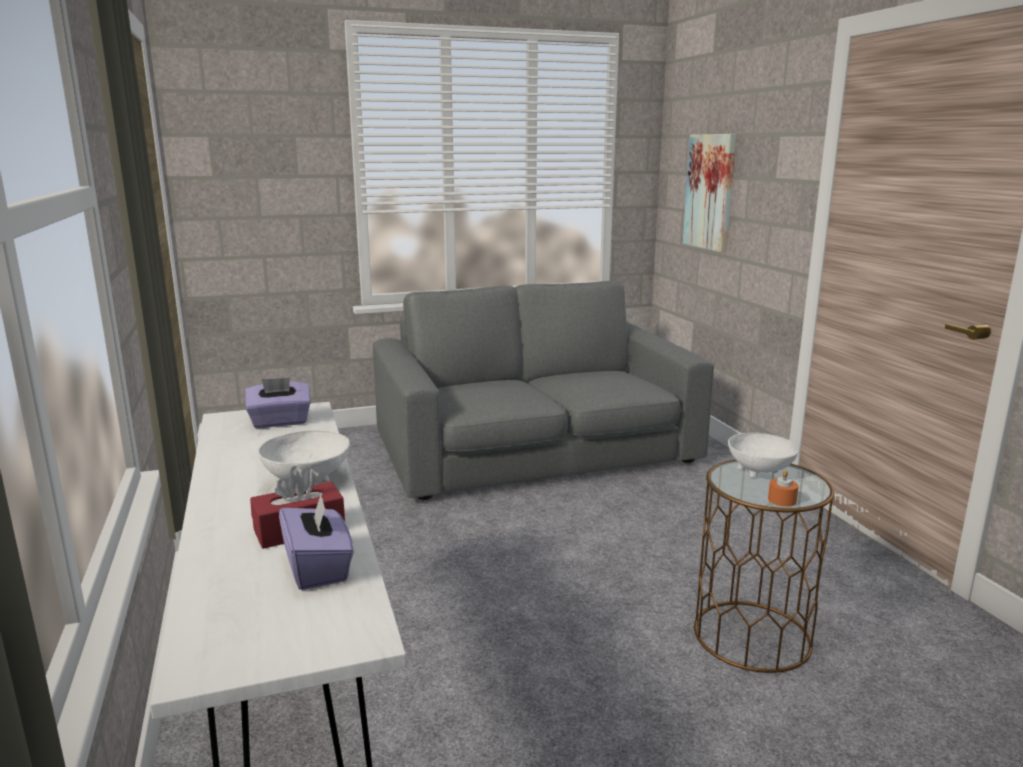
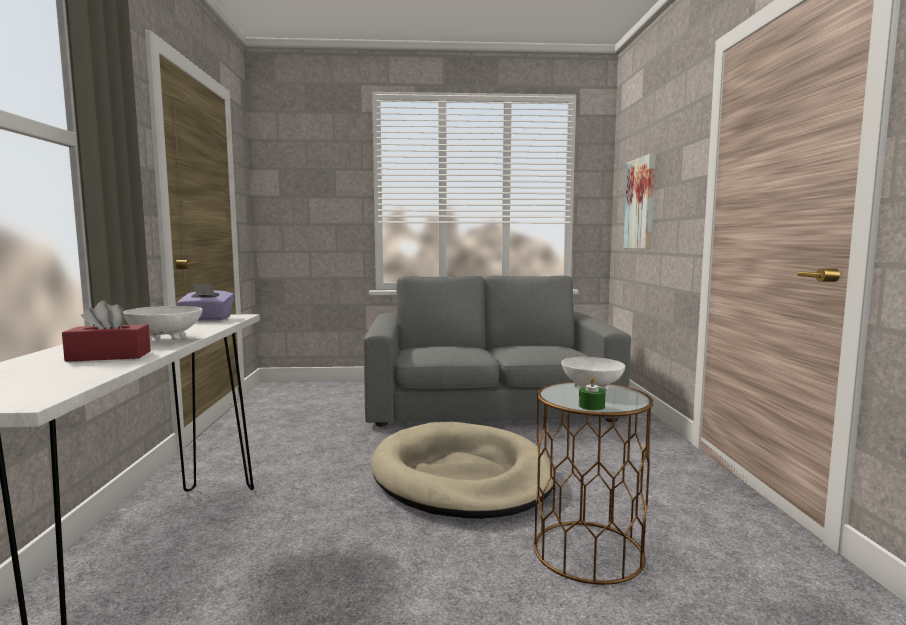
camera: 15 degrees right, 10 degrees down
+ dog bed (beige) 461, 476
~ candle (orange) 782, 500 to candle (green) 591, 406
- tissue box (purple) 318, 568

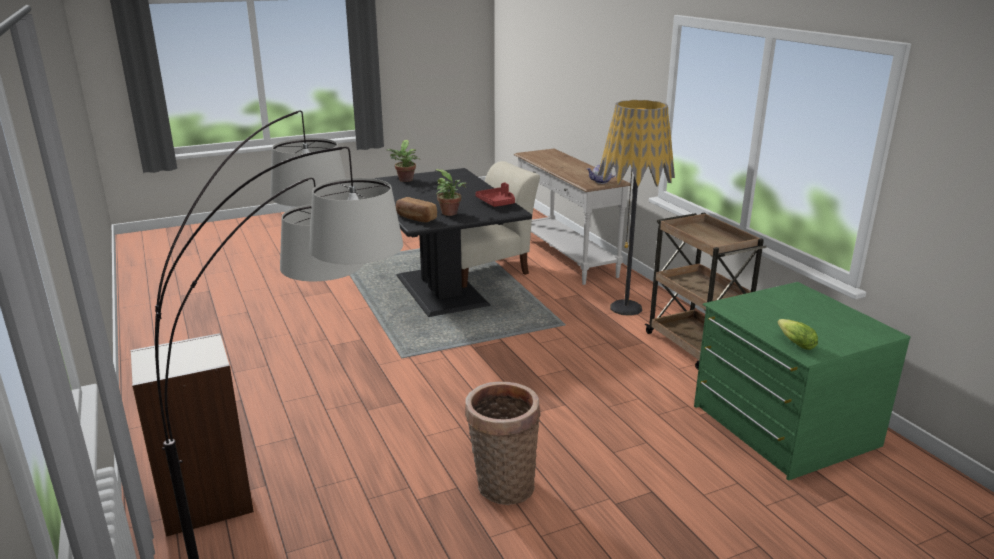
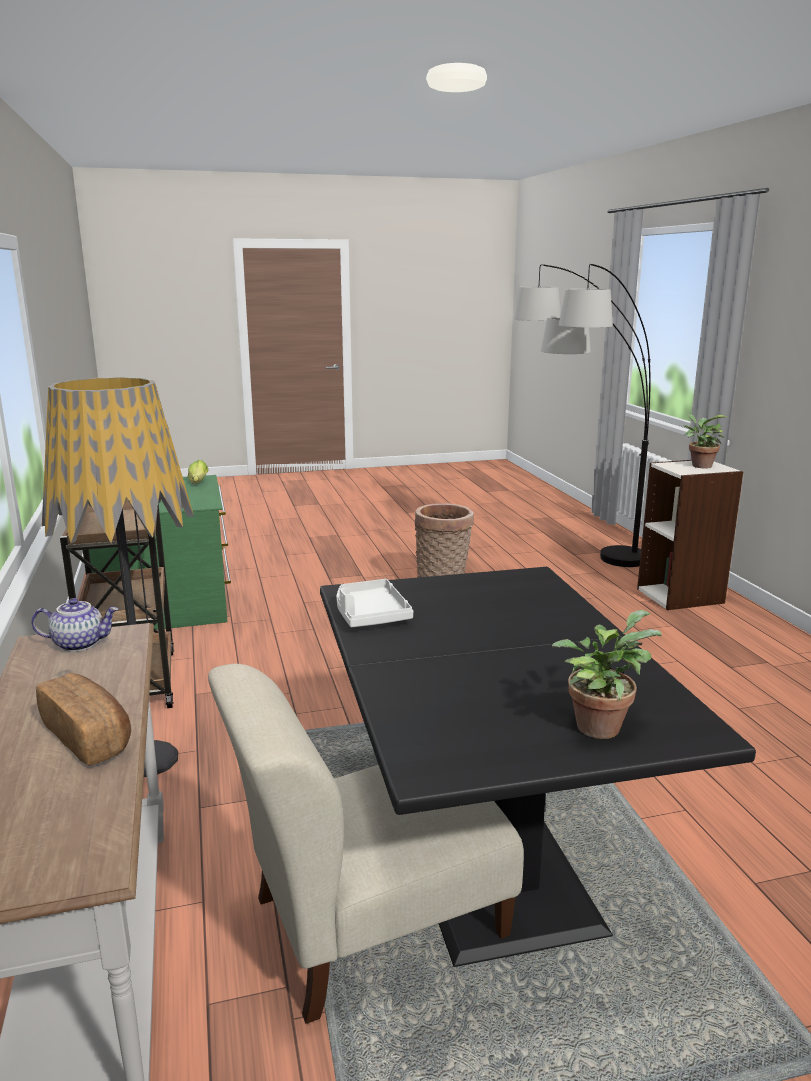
camera: 170 degrees left, 5 degrees down
~ bread 415, 218 to 88, 736
~ tray (red) 497, 203 to tray (white) 370, 615
~ potted plant 451, 213 to 699, 465

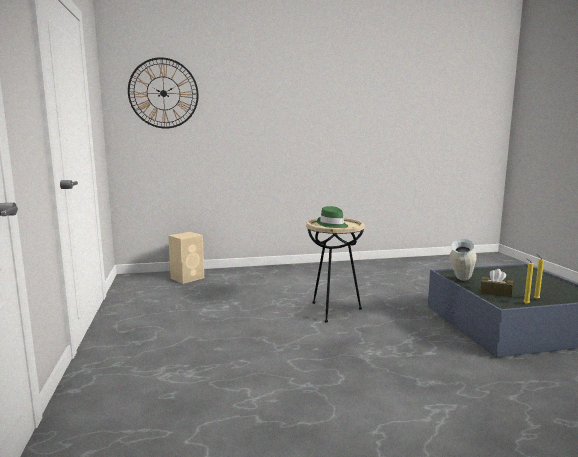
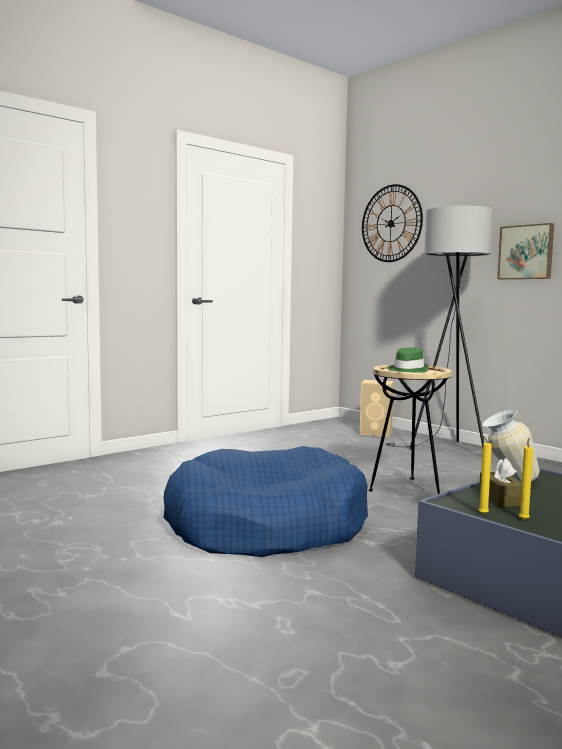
camera: 60 degrees right, 5 degrees down
+ dog bed (blue) 266, 526
+ floor lamp (grey) 445, 449
+ picture 526, 252

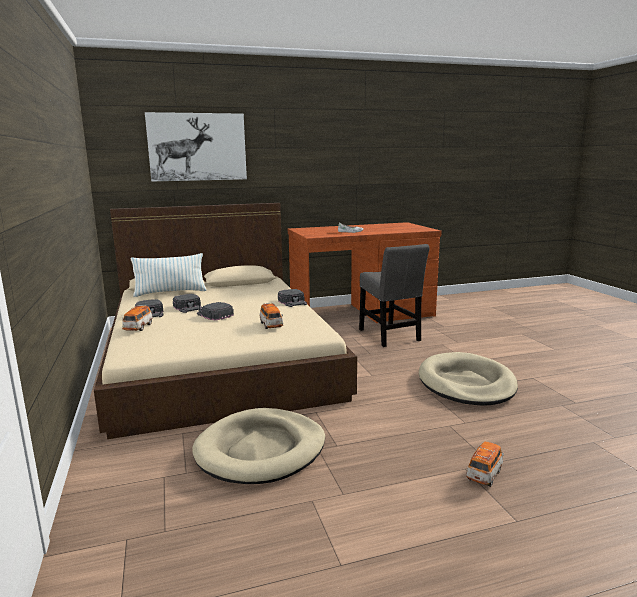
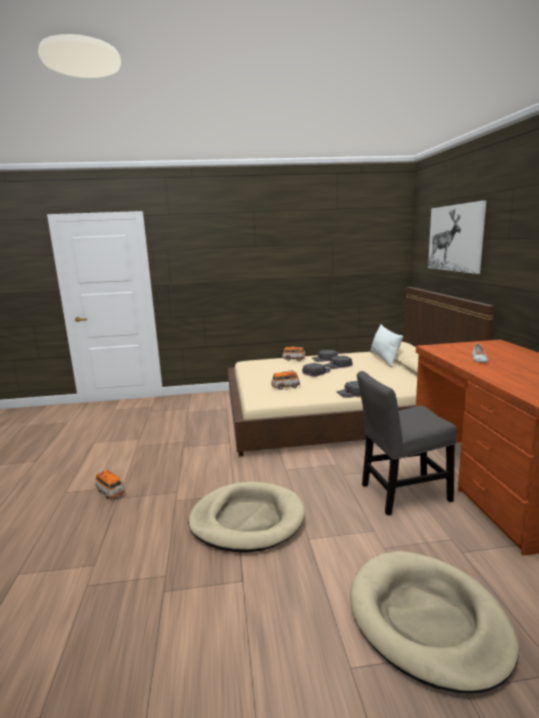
camera: 100 degrees right, 0 degrees up
~ dog bed (beige) 261, 450 to 427, 620

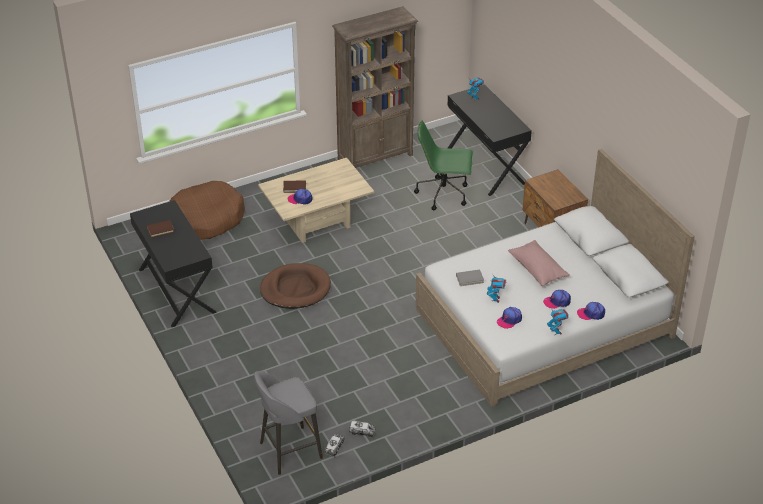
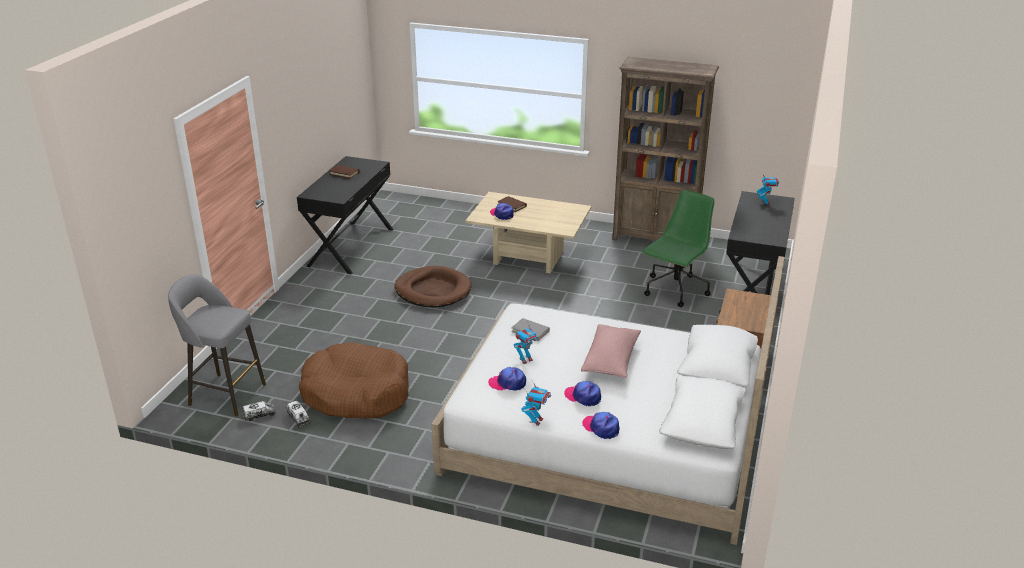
camera: 45 degrees right, 10 degrees down
~ dog bed (brown) 205, 220 to 356, 393
~ office chair (green) 444, 194 = 675, 290 75 degrees clockwise

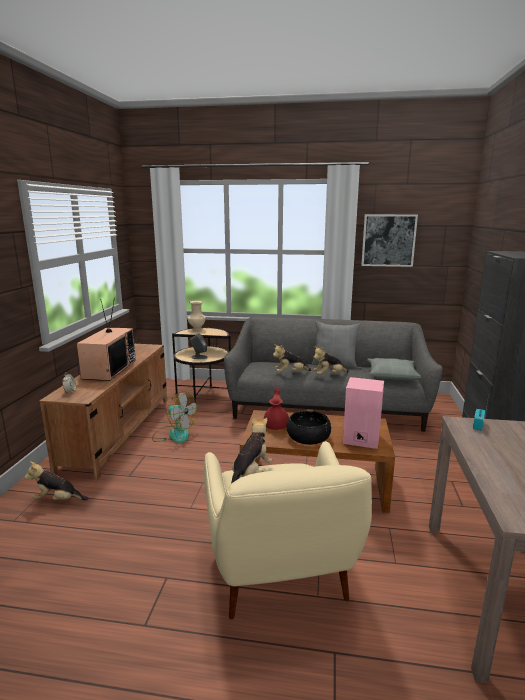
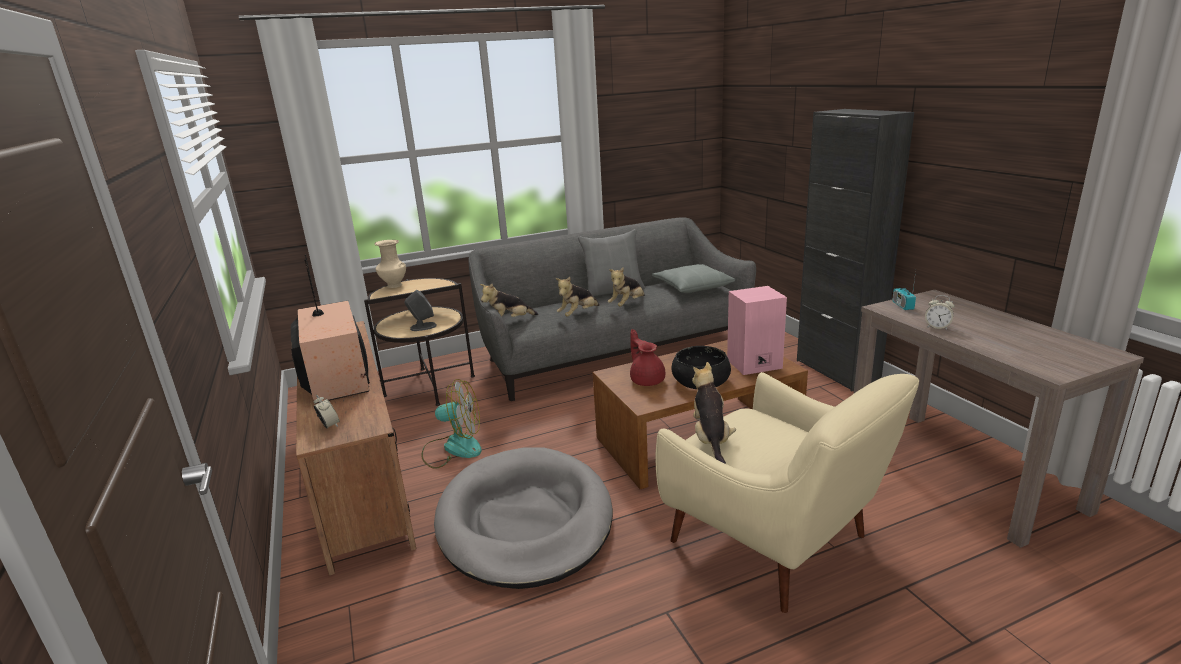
camera: 30 degrees left, 5 degrees up
+ dog bed (grey) 525, 521
~ plush toy 58, 500 to 509, 322
+ alarm clock 937, 327
- picture 388, 240

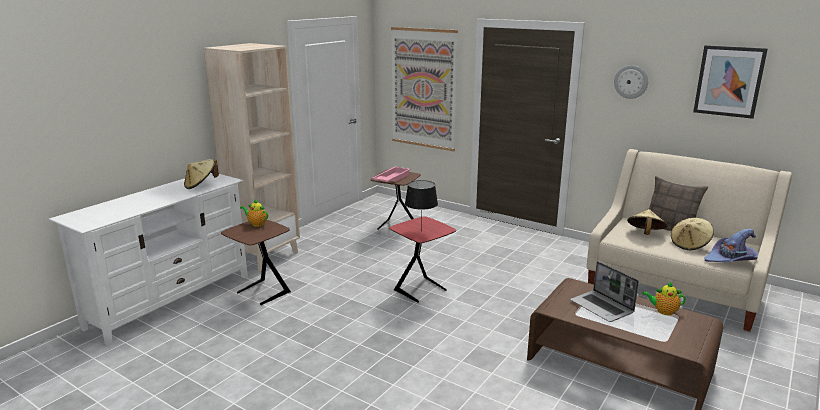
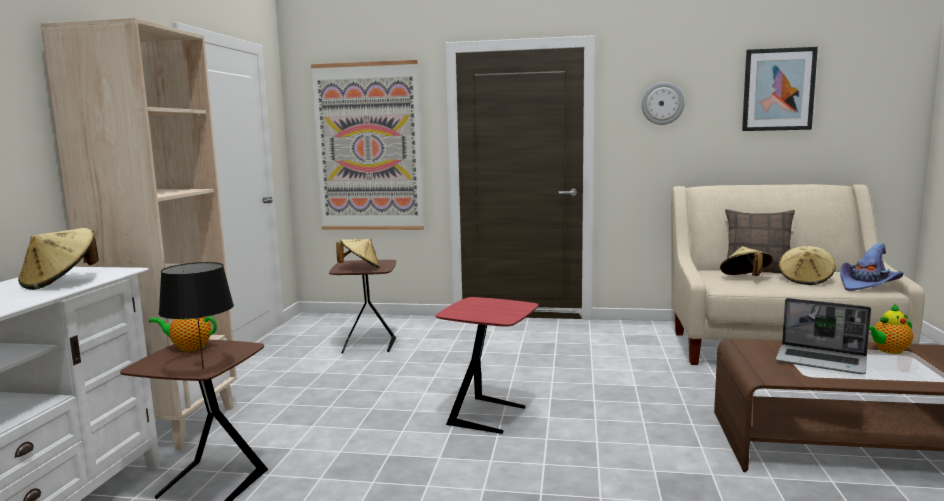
camera: 25 degrees left, 10 degrees down
~ table lamp (black) 421, 231 to 204, 368
~ tray (pink) 391, 178 to hat (beige) 360, 268

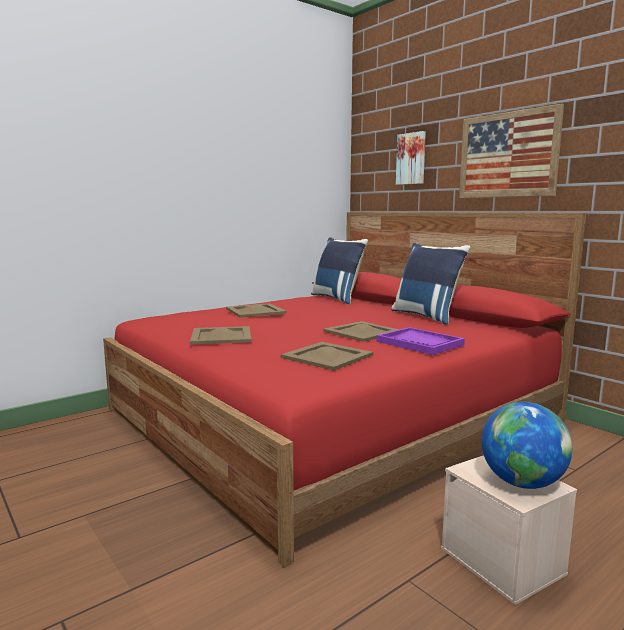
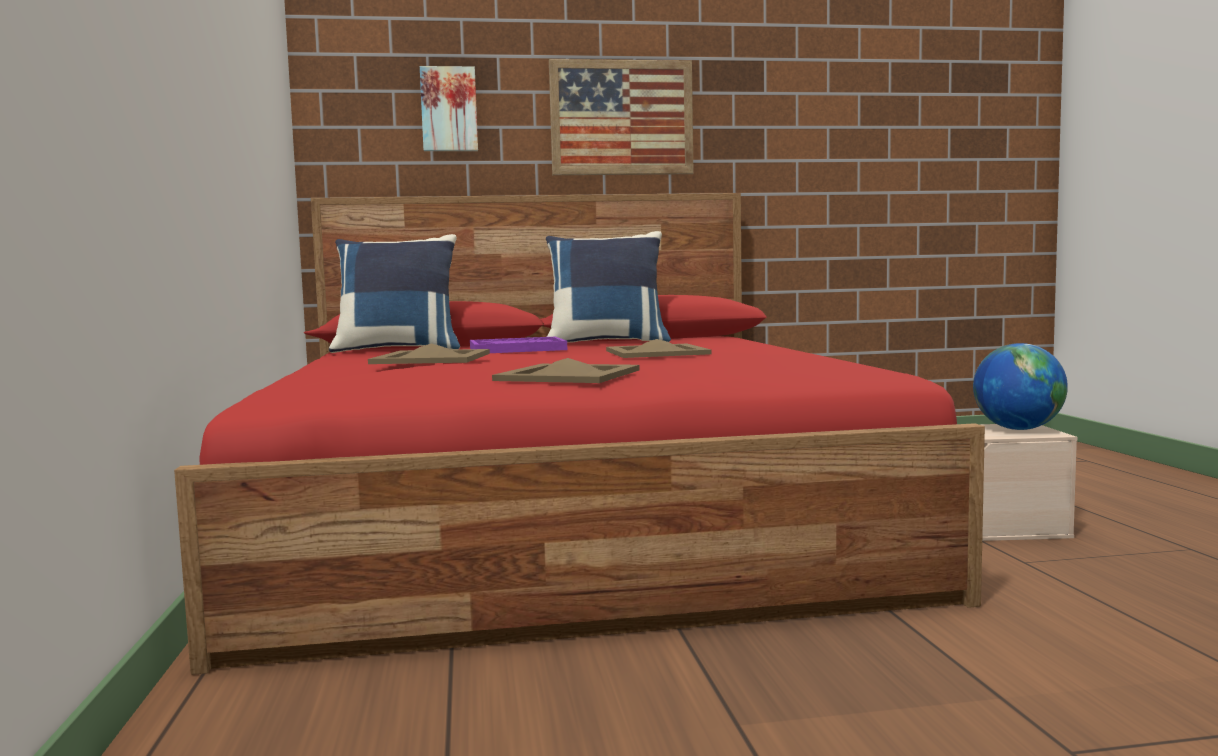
camera: 60 degrees left, 5 degrees down
~ tray (purple) 420, 343 to 517, 349
- tray (beige) 327, 356

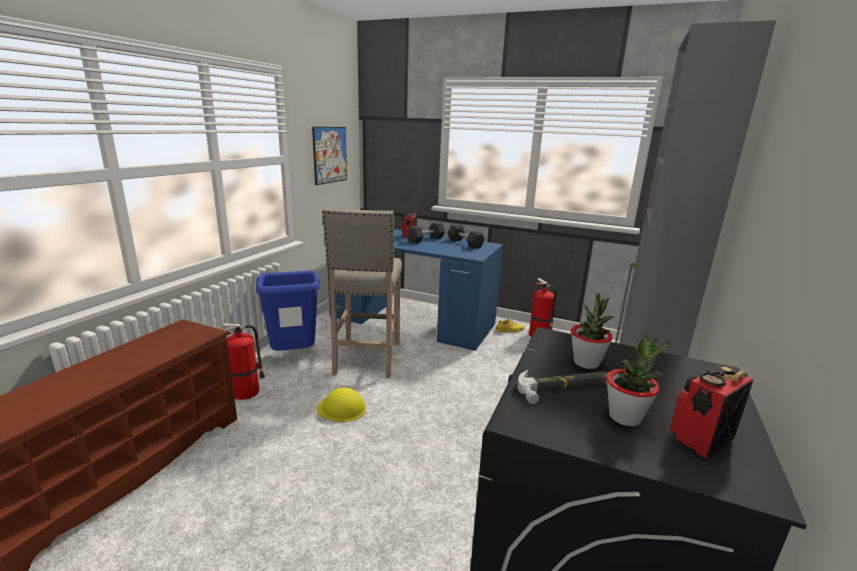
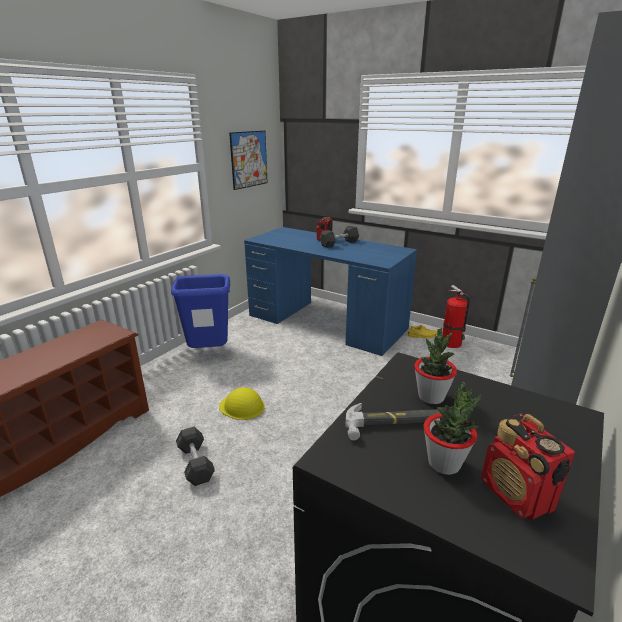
camera: 10 degrees right, 5 degrees up
~ dumbbell (grey) 465, 243 to 195, 463
~ radio 700, 438 = 517, 495 90 degrees counterclockwise
- fire extinguisher 247, 392
- stool (beige) 366, 359

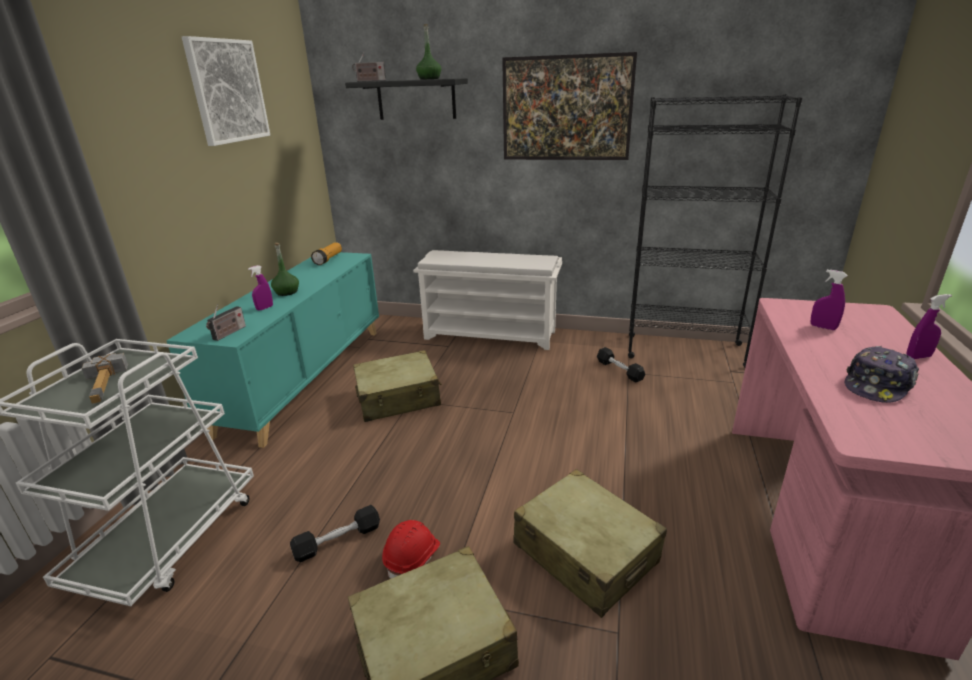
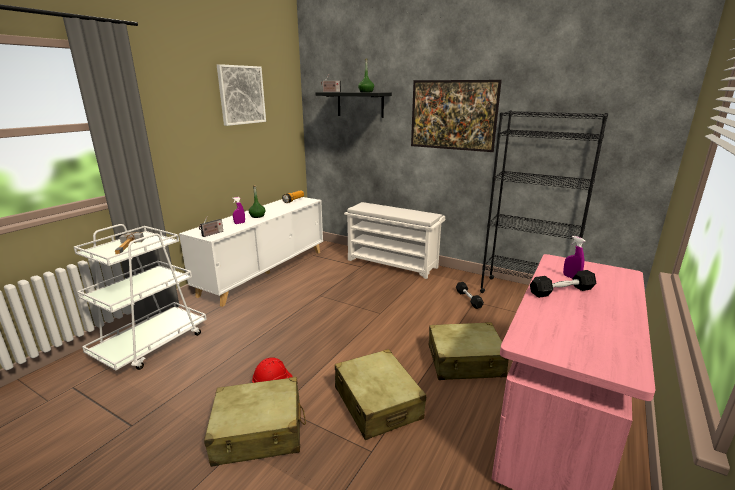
camera: 15 degrees right, 5 degrees down
~ cabinet (turquoise) 306, 377 to cabinet (white) 265, 272
~ suitcase (beige) 398, 398 to 465, 361
~ dumbbell (black) 338, 541 to 561, 291
- cap 877, 385
- spray bottle (purple) 918, 357

